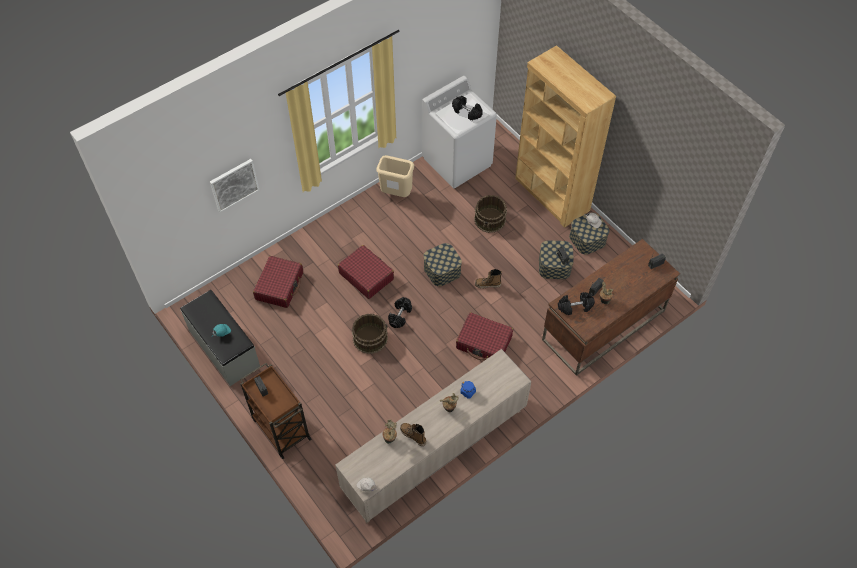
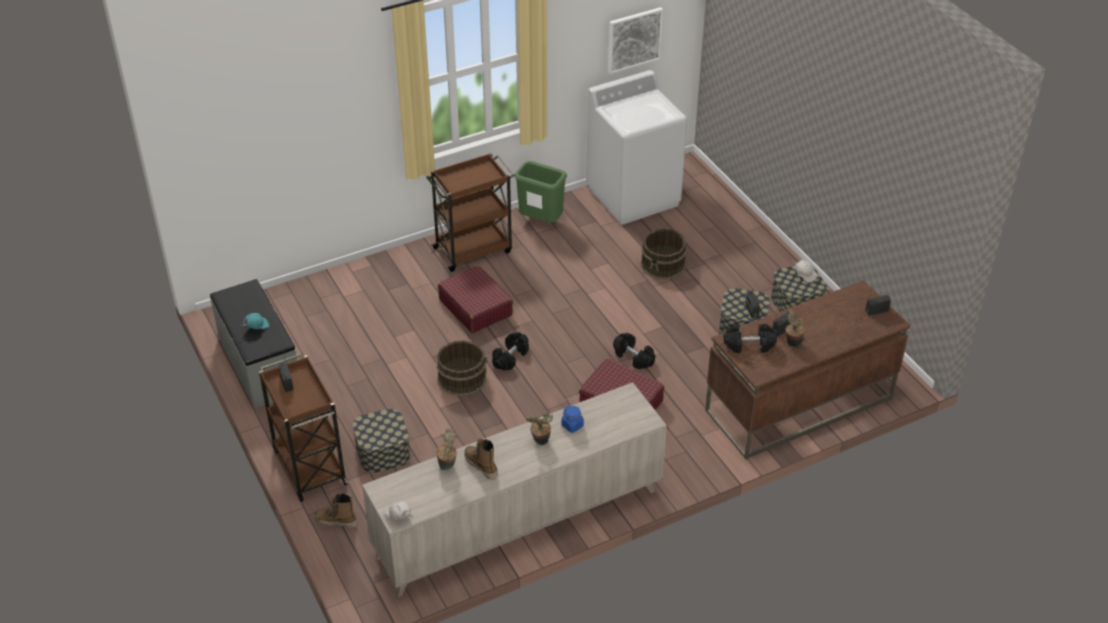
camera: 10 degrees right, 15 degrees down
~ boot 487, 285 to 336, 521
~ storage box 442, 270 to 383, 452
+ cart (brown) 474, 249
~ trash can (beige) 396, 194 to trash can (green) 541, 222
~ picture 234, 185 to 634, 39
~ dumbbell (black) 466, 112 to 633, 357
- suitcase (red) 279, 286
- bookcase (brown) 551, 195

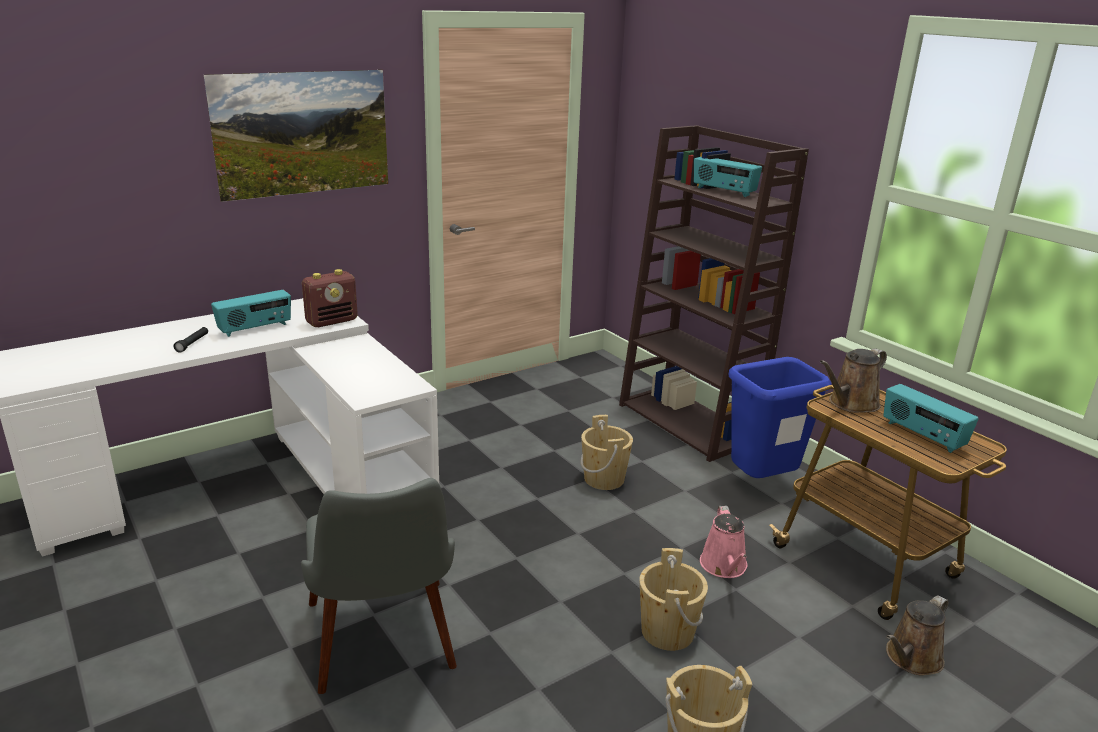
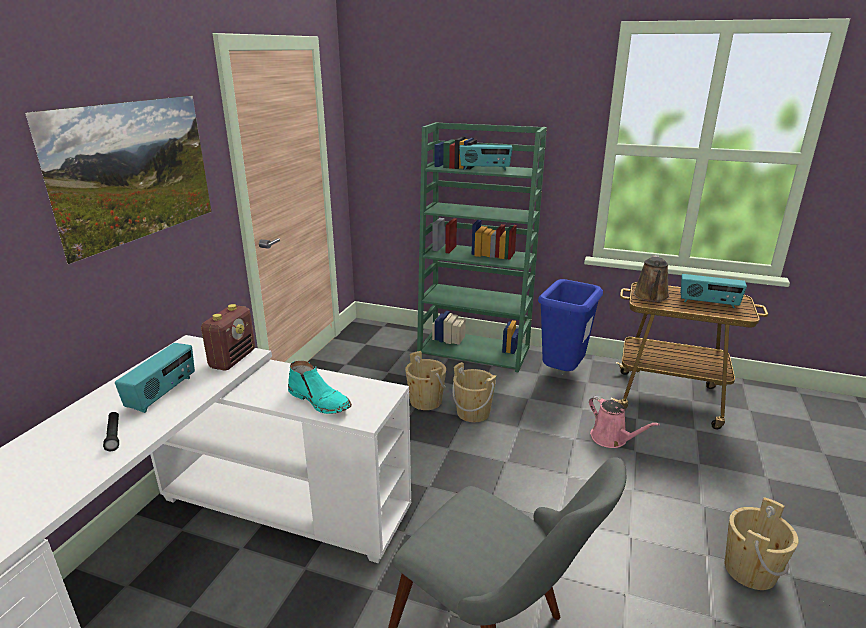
camera: 35 degrees left, 0 degrees up
+ boot (turquoise) 320, 401
~ bucket (beige) 667, 632 to 426, 401
~ bookcase (brown) 689, 423 to bookcase (green) 475, 350
- watering can (brown) 911, 659

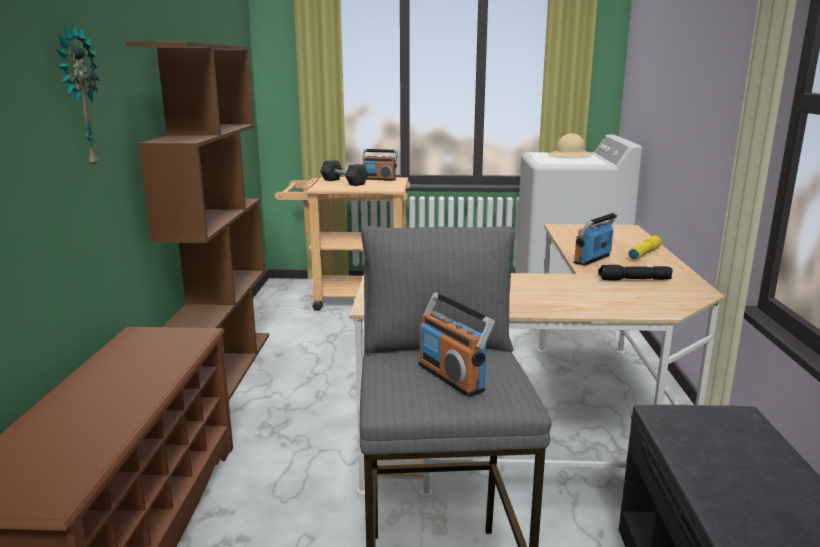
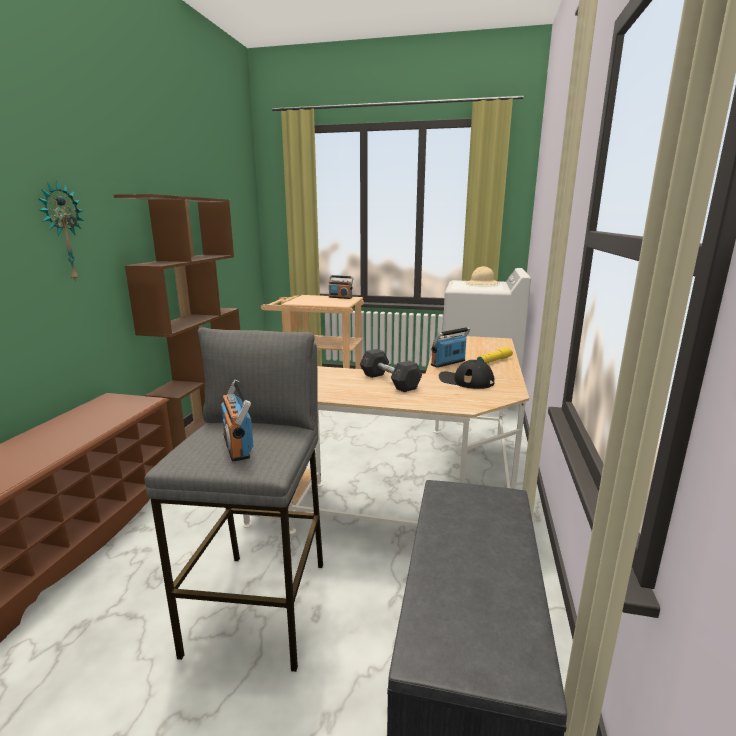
camera: 10 degrees right, 0 degrees up
~ dumbbell (grey) 344, 182 to 389, 381
~ flashlight (black) 634, 280 to cap (black) 465, 381

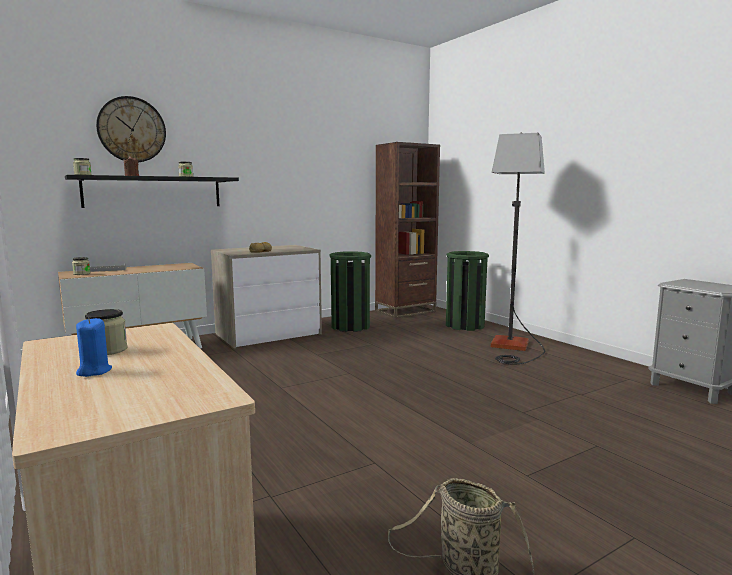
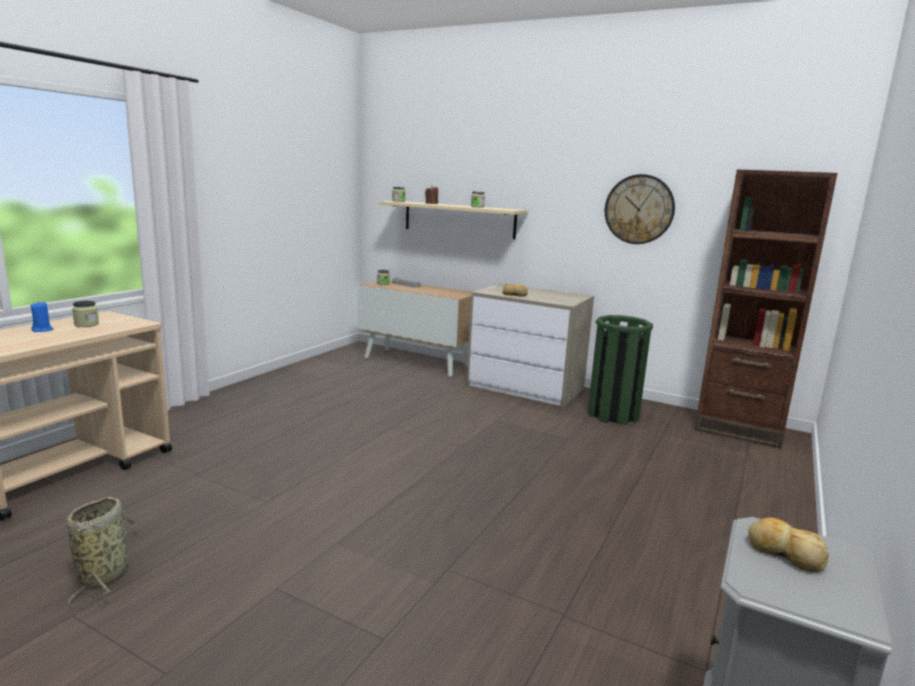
camera: 60 degrees right, 5 degrees up
~ shelf (black) 153, 192 to shelf (beige) 459, 219
~ wall clock 131, 130 to 639, 209
+ bread 784, 553
- trash can (green) 465, 325
- floor lamp 512, 348

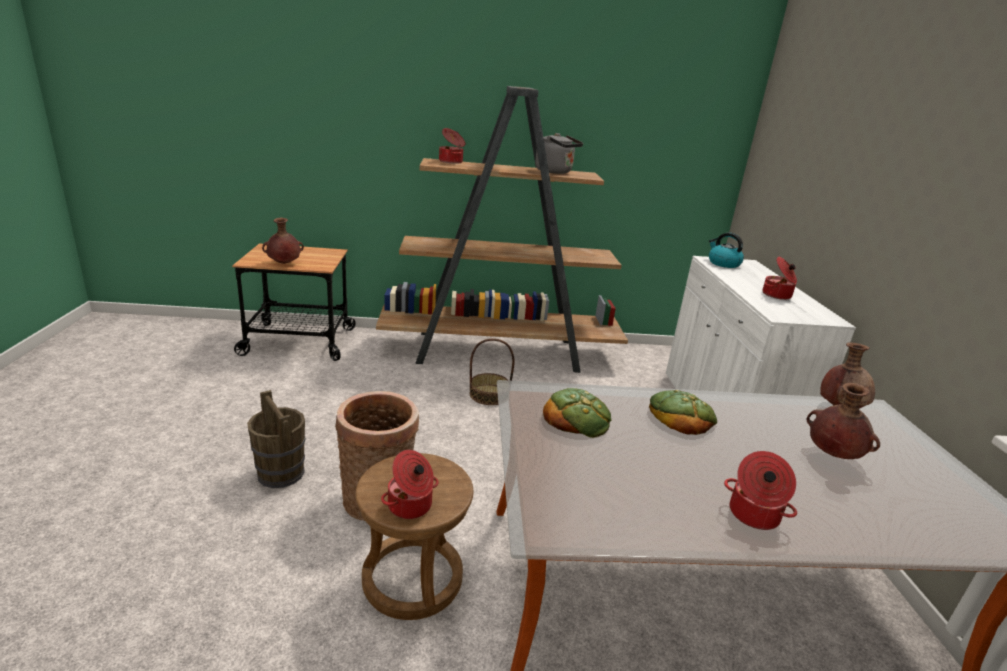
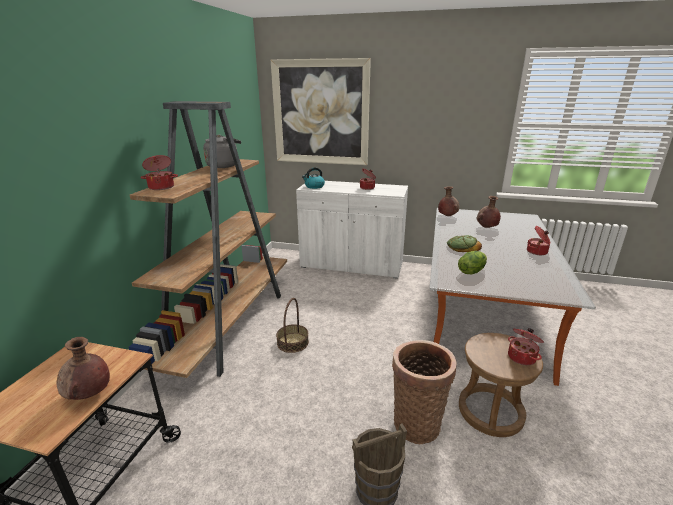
camera: 70 degrees left, 0 degrees up
+ picture 321, 113
~ bread 577, 417 to lettuce 471, 271

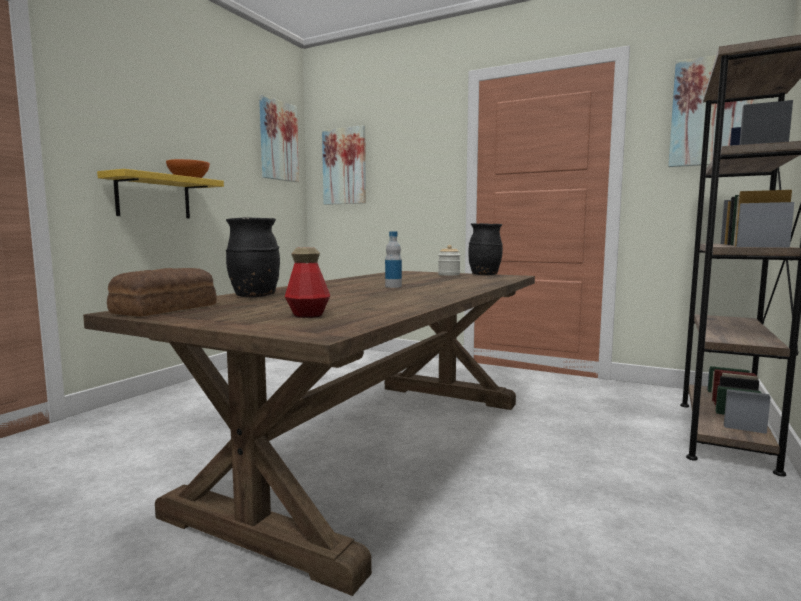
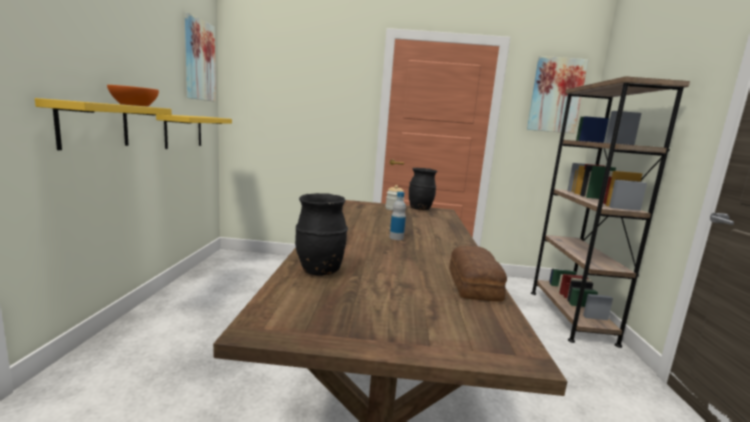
camera: 25 degrees left, 5 degrees up
+ shelf (yellow) 183, 131
~ bread 168, 309 to 475, 284
- bottle 308, 315
- picture 345, 166

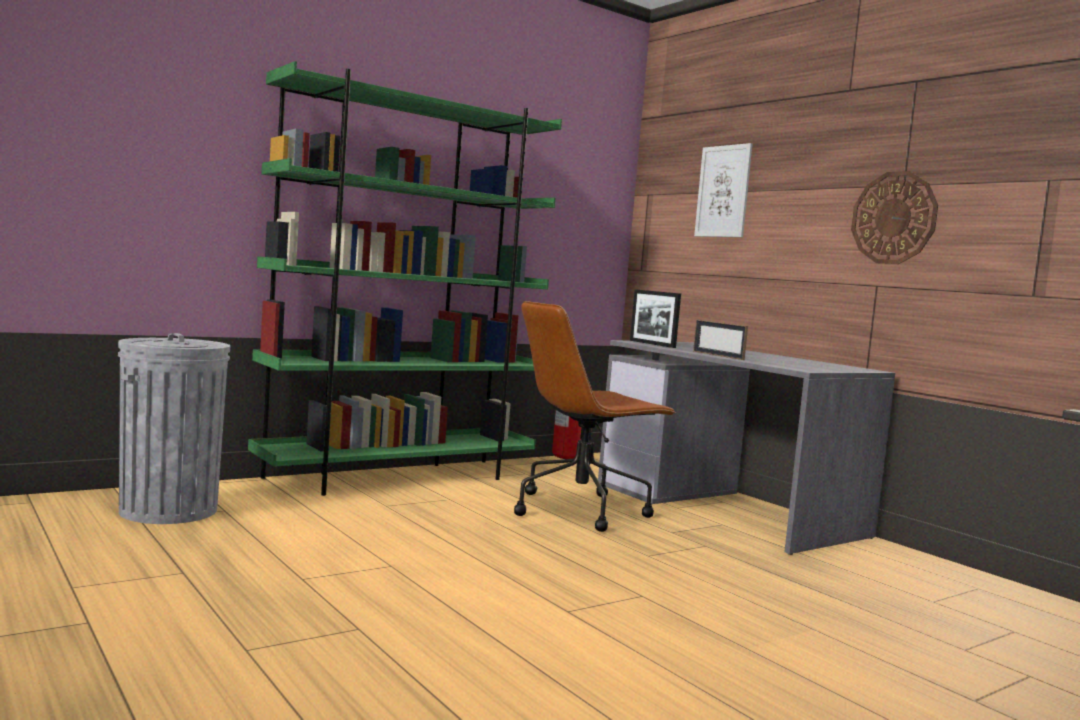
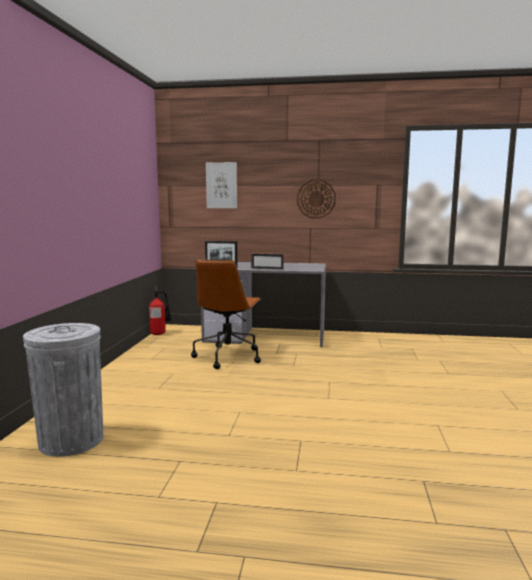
camera: 45 degrees left, 5 degrees up
- bookcase (green) 399, 477

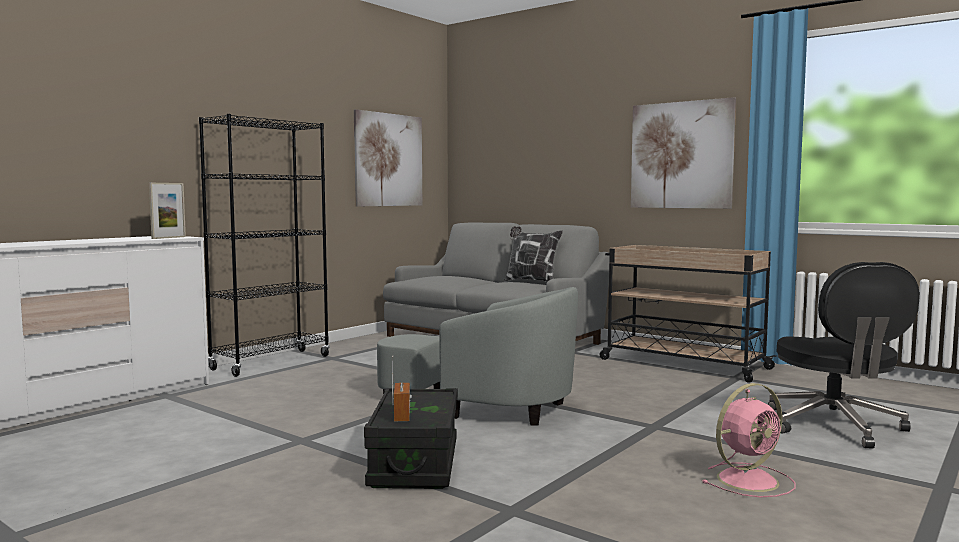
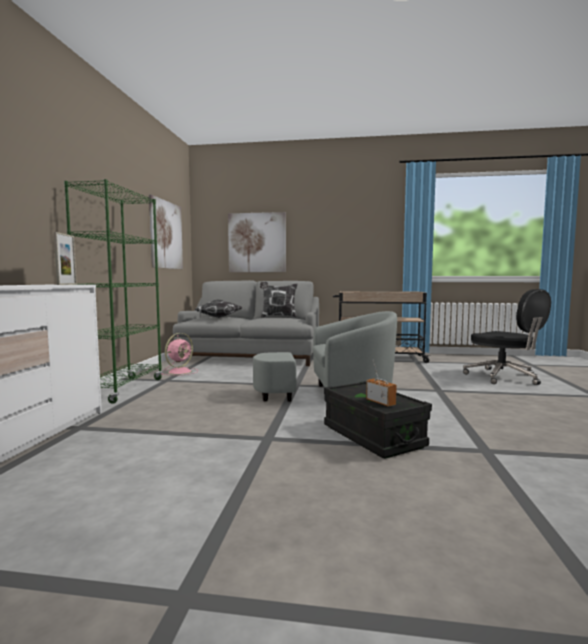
camera: 30 degrees left, 0 degrees up
~ bookcase (black) 271, 363 to bookcase (green) 123, 389
~ fan (pink) 749, 480 to 180, 371
+ pillow 218, 317
~ picture 681, 155 to 257, 242

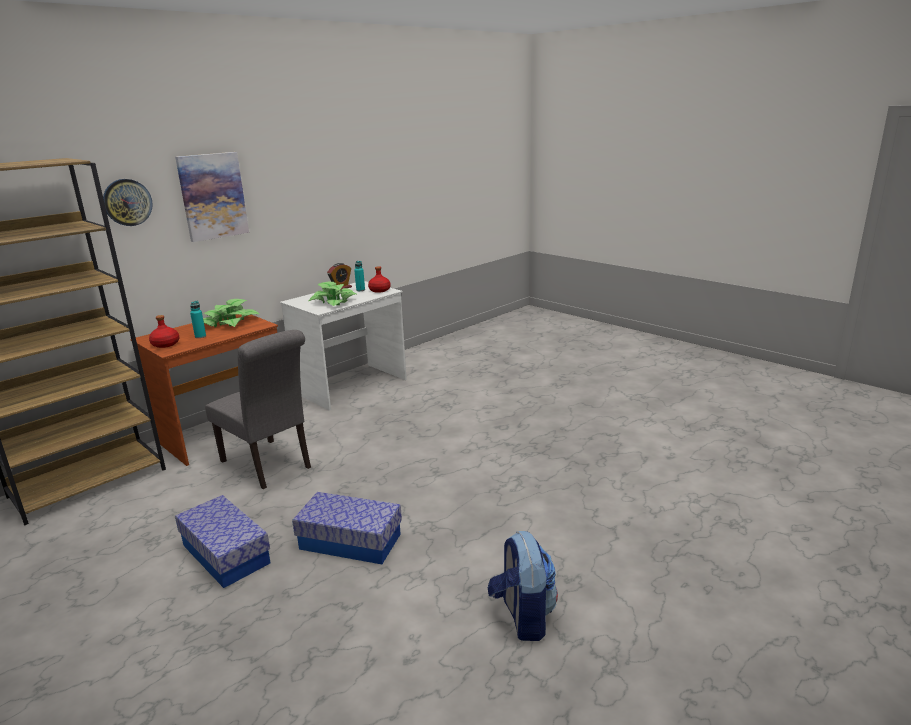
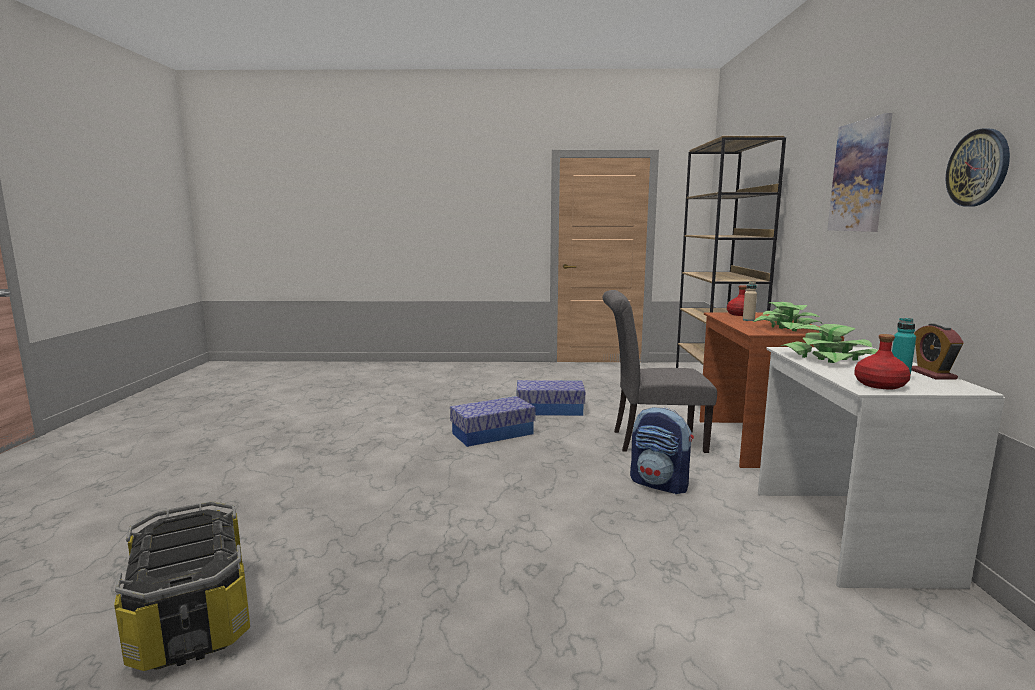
camera: 135 degrees right, 10 degrees down
+ storage box 190, 617
~ backpack 522, 617 to 660, 484
~ bottle (turquoise) 200, 336 to bottle (beige) 748, 320
~ wall clock 127, 202 to 978, 168

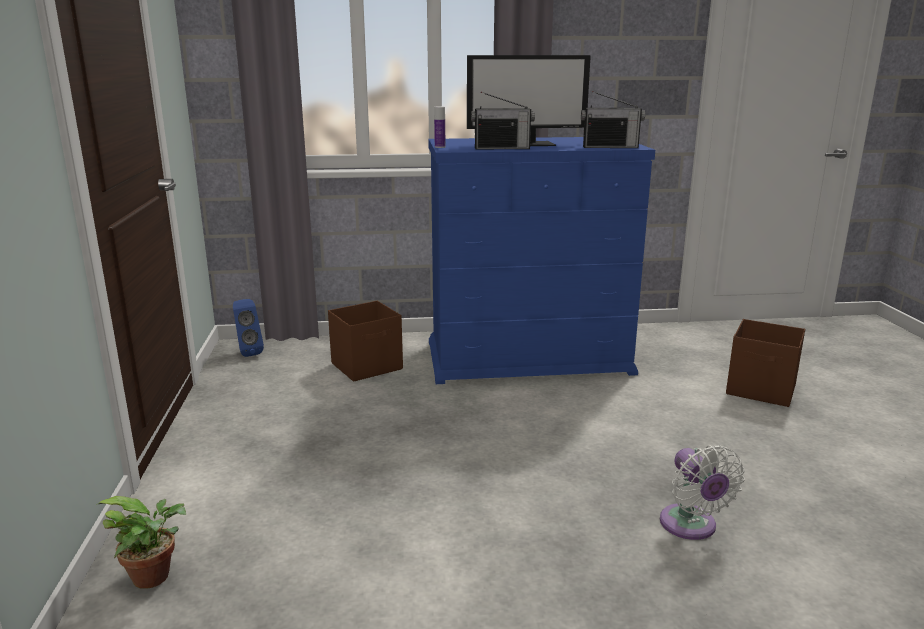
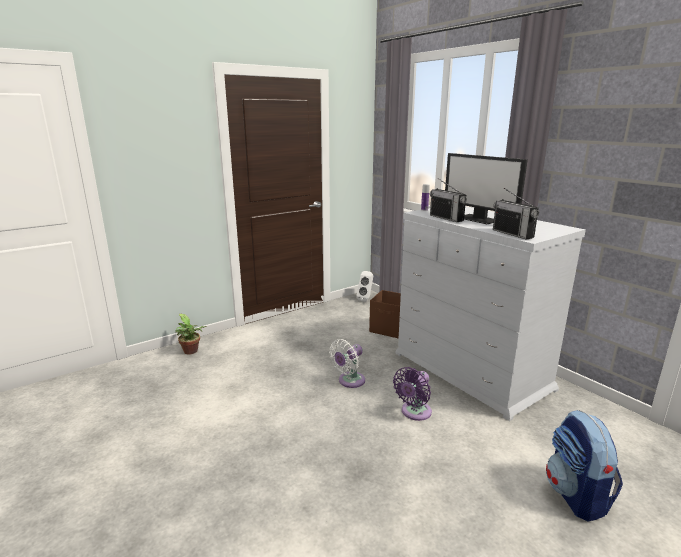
camera: 60 degrees right, 0 degrees up
~ fan (white) 691, 526 to 349, 381
~ speaker (blue) 248, 352 to speaker (white) 366, 299
+ fan (purple) 414, 412
~ dresser (blue) 528, 357 to dresser (white) 471, 371
~ storage box (brown) 762, 390 to backpack 576, 495

